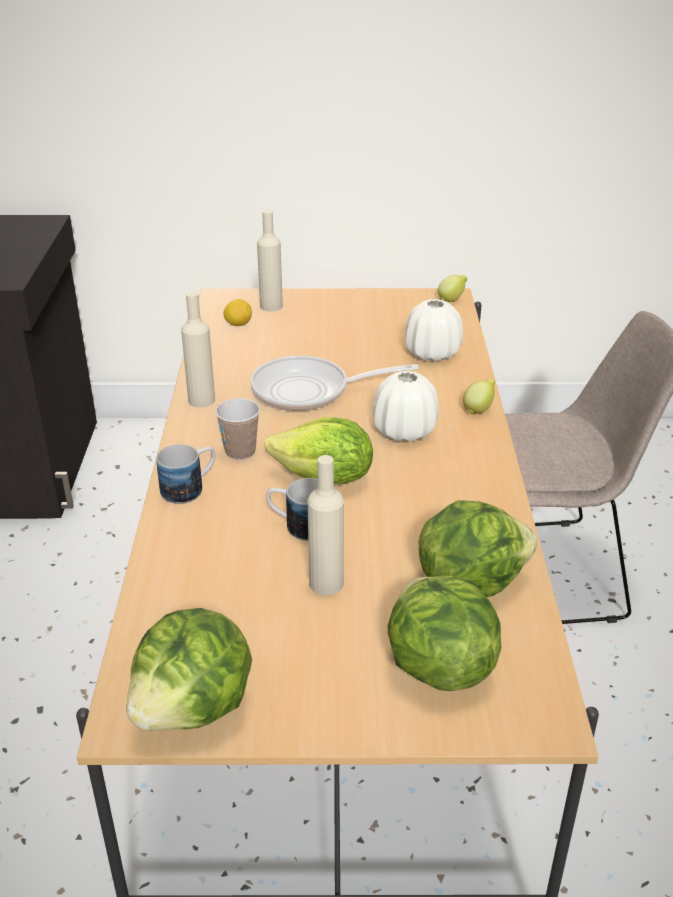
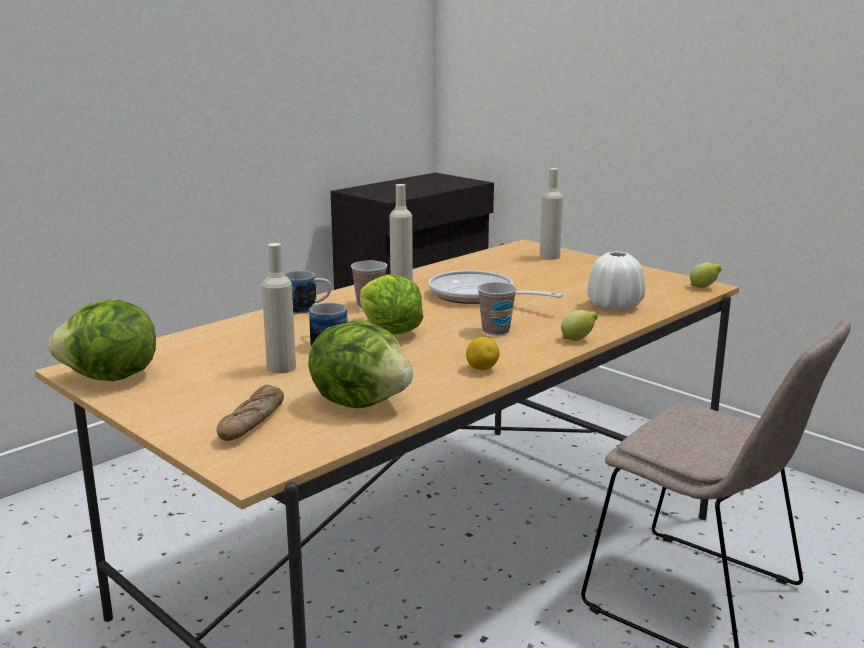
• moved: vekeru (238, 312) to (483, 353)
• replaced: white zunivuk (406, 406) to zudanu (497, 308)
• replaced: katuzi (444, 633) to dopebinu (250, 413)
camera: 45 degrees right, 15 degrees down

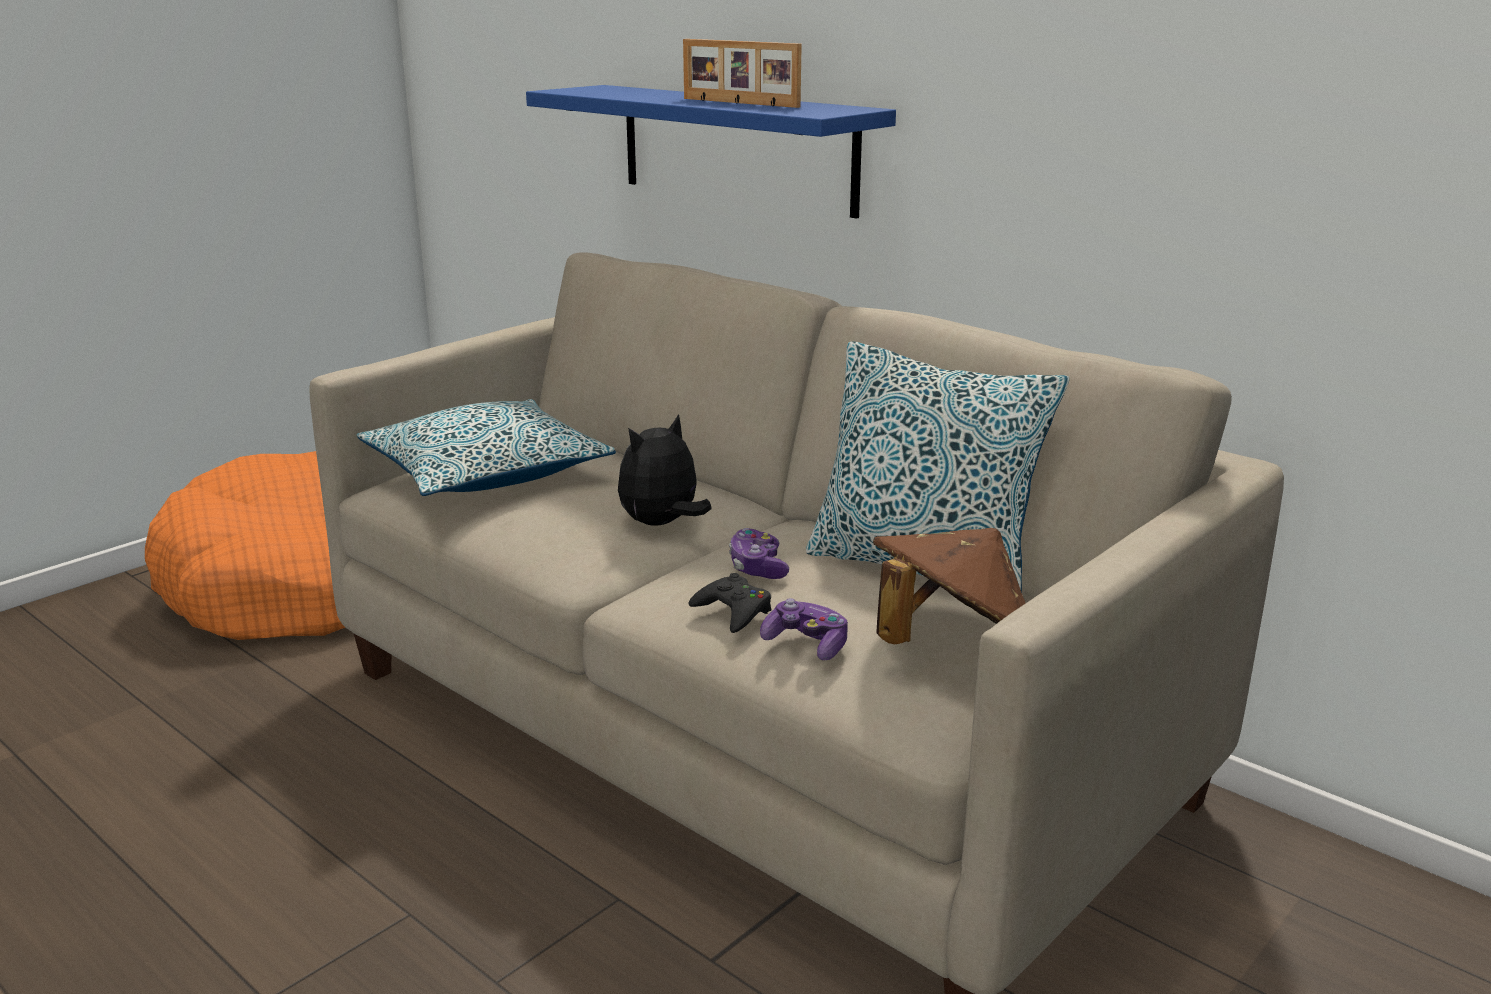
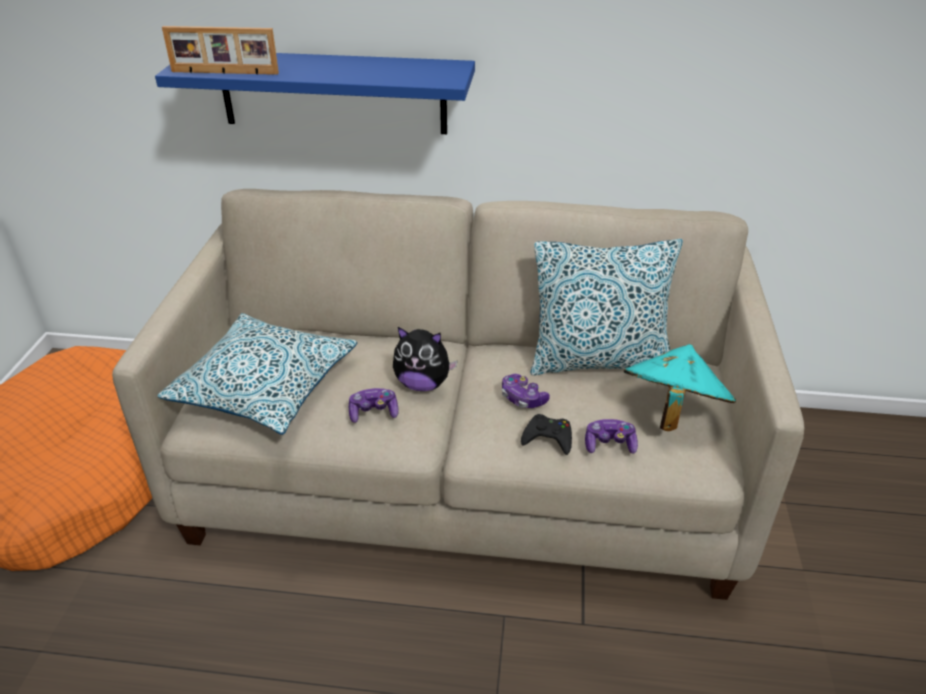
• turned: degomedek (665, 470) = (425, 359) 90 degrees counterclockwise
• moved: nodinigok (742, 73) to (220, 50)
• recoloured: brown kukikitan (949, 586) to turquoise kukikitan (680, 387)
• added: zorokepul (374, 405)
camera: 35 degrees left, 15 degrees up

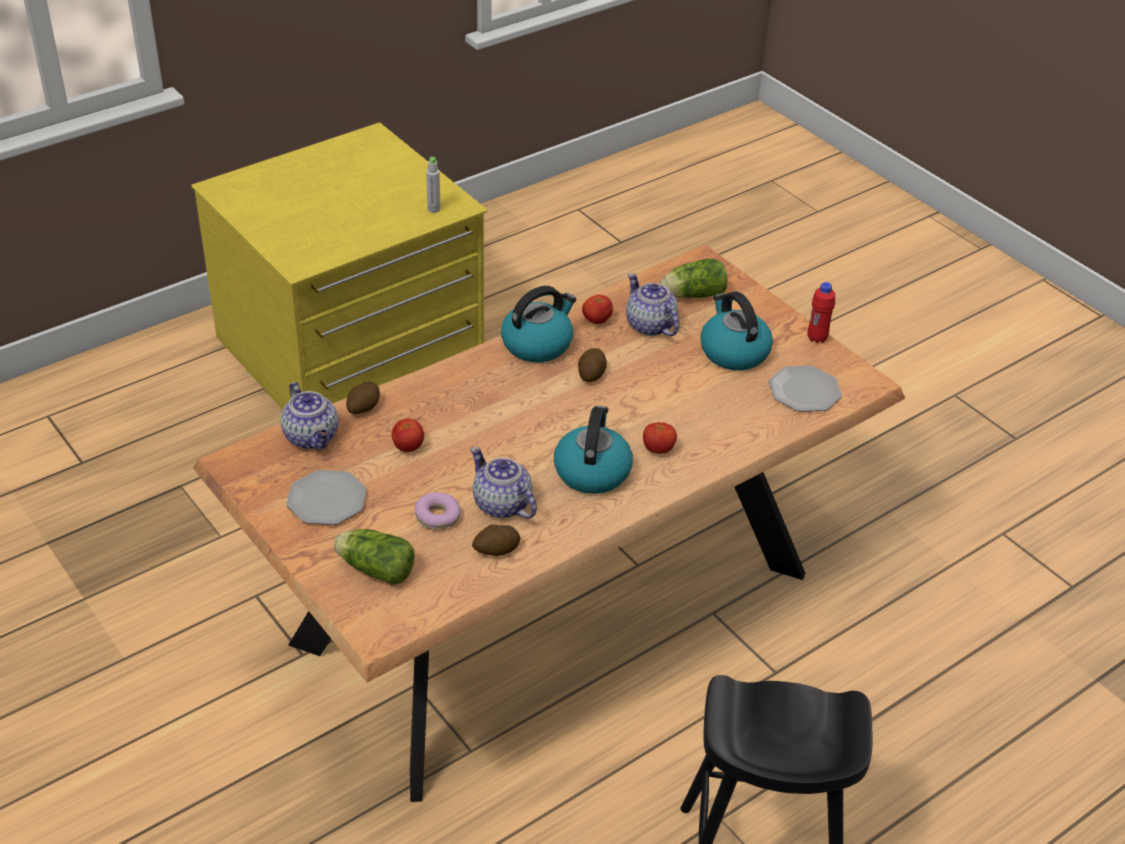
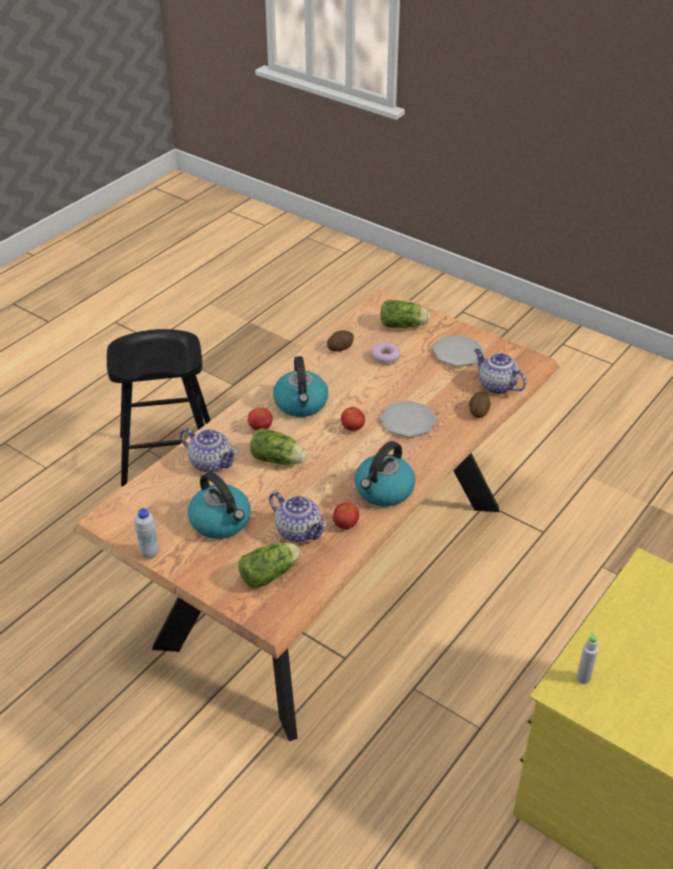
• moved: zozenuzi (408, 435) to (353, 419)
• moved: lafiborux (503, 483) to (209, 450)
• removed: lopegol (592, 365)
• moved: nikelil (805, 389) to (408, 418)
• recoloured: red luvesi (821, 312) to white luvesi (146, 533)
• added: katuzi (278, 446)
camera: 165 degrees right, 0 degrees up

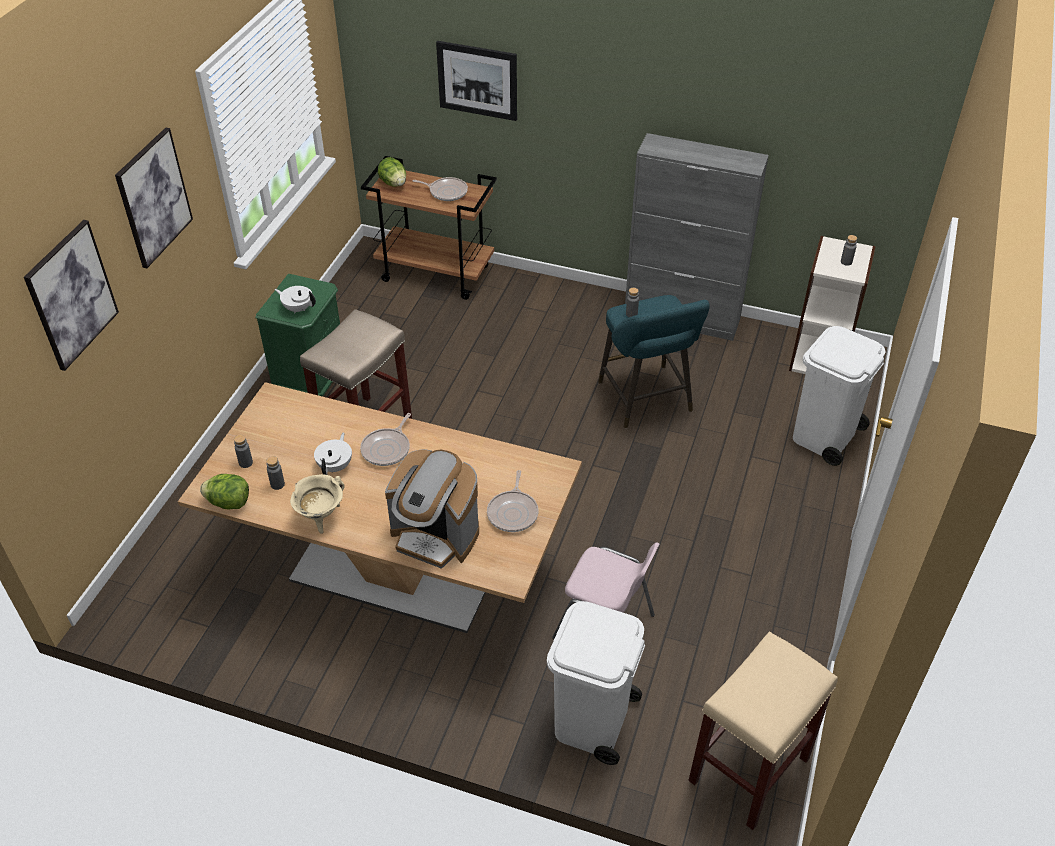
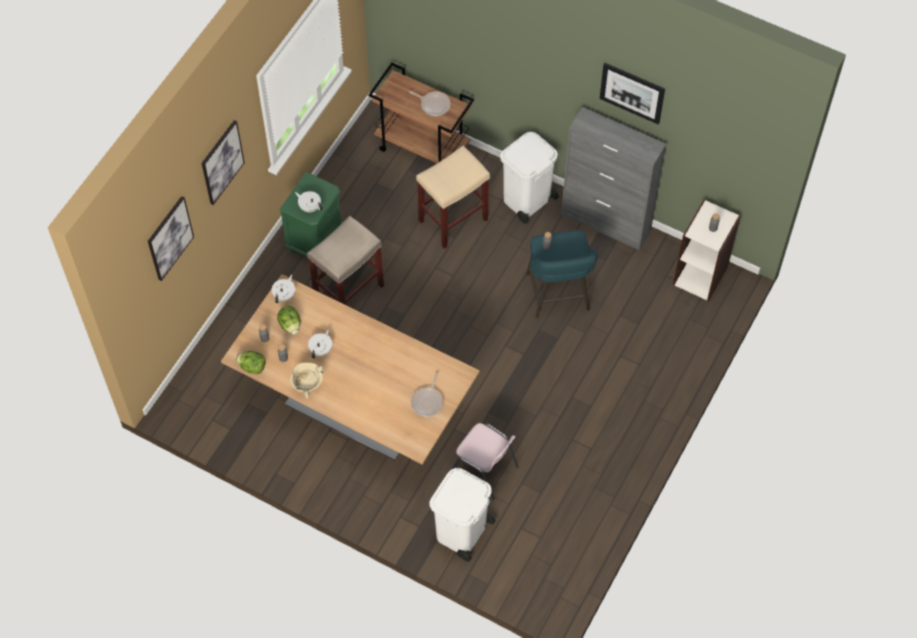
• removed: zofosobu (385, 439)
• moved: katuzi (392, 172) to (289, 320)
• removed: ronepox (432, 509)
• moved: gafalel (476, 81) to (632, 94)
• moved: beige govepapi (763, 730) to (453, 197)
• moved: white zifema (839, 396) to (529, 178)
• added: white lafiborux (284, 288)
camera: 10 degrees right, 15 degrees up

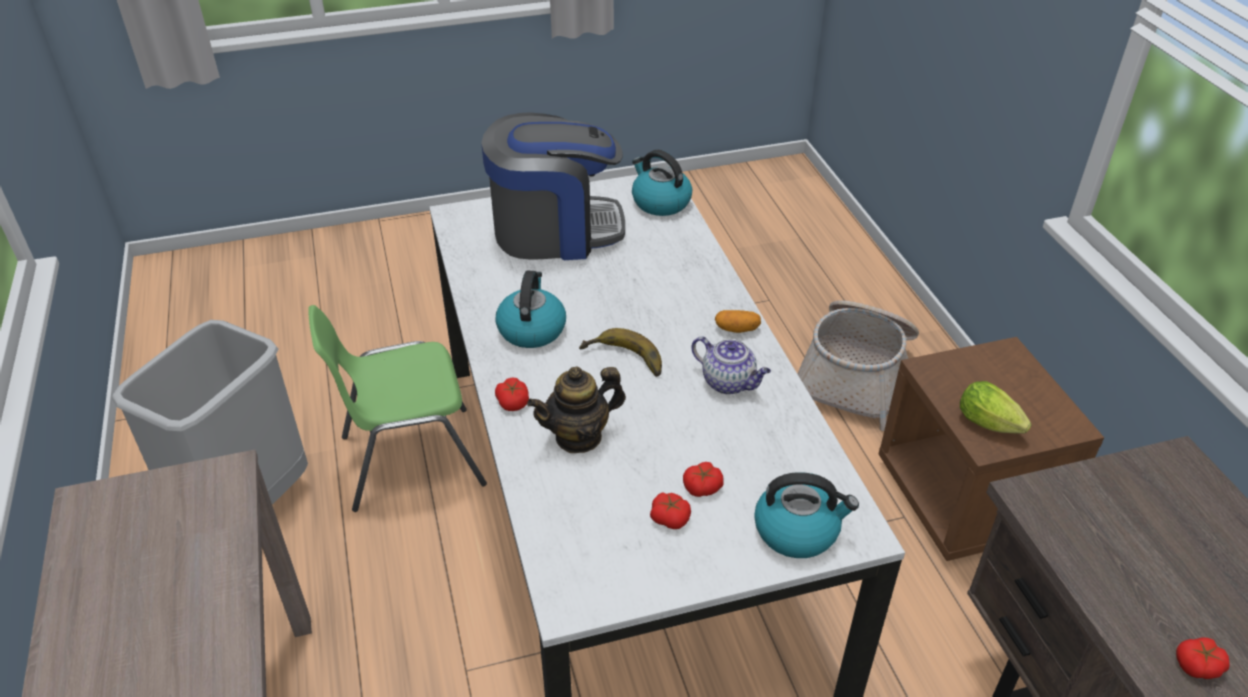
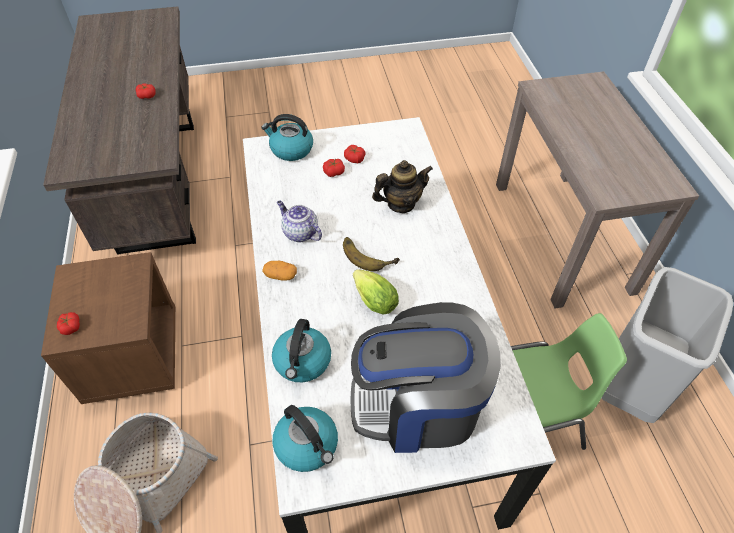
• moved: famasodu (530, 309) to (301, 350)
• moved: zozenuzi (512, 394) to (68, 323)
• moved: katuzi (996, 407) to (376, 291)
camera: 175 degrees left, 10 degrees up

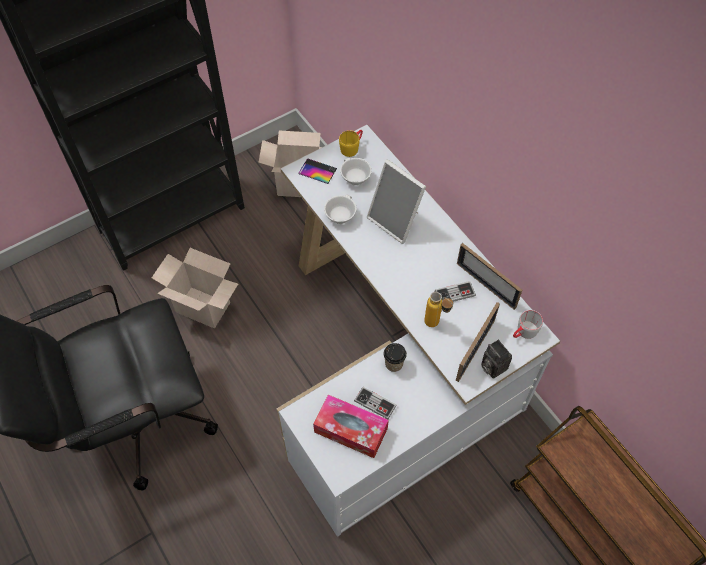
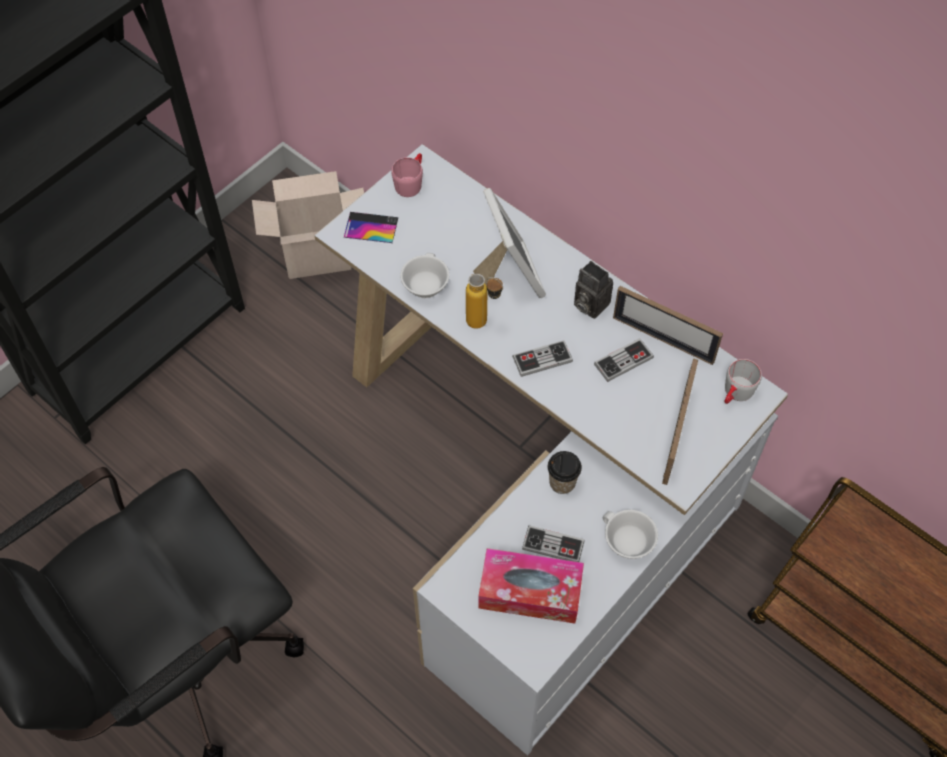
• removed: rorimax (195, 288)
• recoloured: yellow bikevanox (351, 143) to pink bikevanox (407, 175)
• moved: white zudanu (356, 172) to (630, 534)
• turned: nodinigok (396, 202) = (509, 243) 135 degrees counterclockwise
• moved: luvesi (438, 309) to (484, 301)
• moved: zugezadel (496, 359) to (593, 290)
• added: zorokepul (542, 358)
camera: 15 degrees left, 0 degrees up

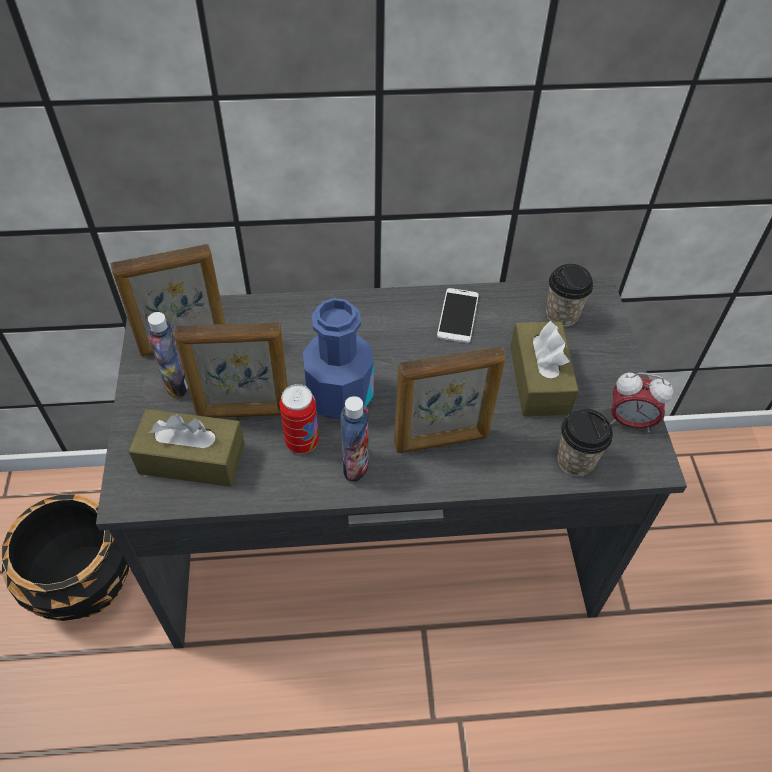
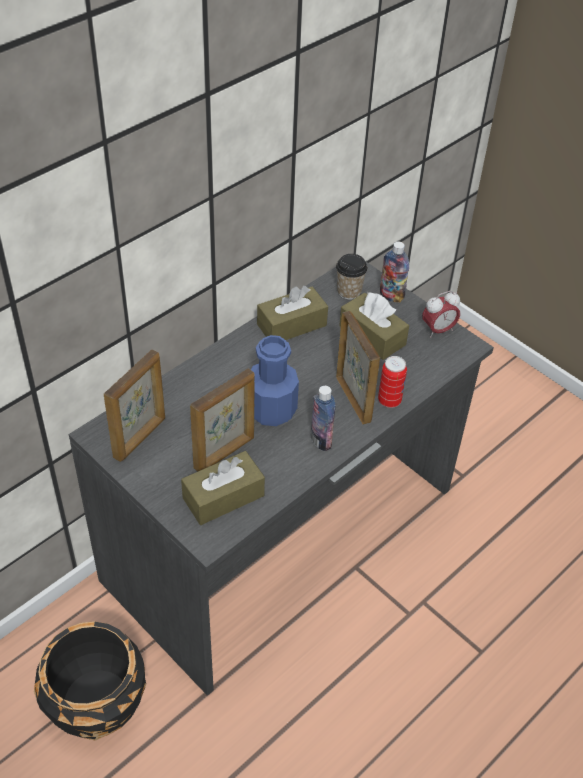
• moved: luvesi (167, 355) to (394, 272)
• moved: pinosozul (299, 419) to (392, 382)
• turned: nodinigok (450, 400) = (358, 368) 60 degrees counterclockwise
• replaced: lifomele (458, 315) to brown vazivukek (292, 313)
• removed: zudanu (585, 442)
camera: 40 degrees left, 5 degrees down

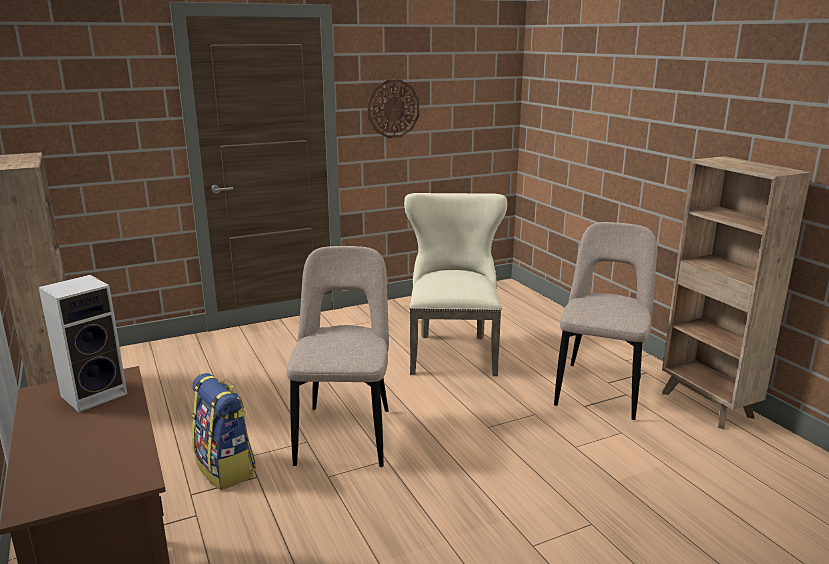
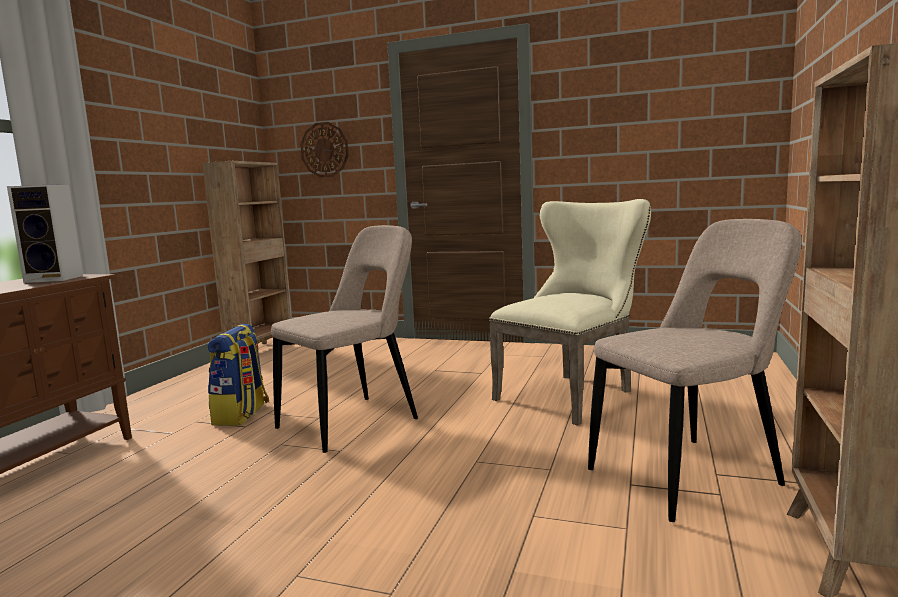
• moved: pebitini (394, 109) to (324, 150)
camera: 45 degrees right, 10 degrees down

